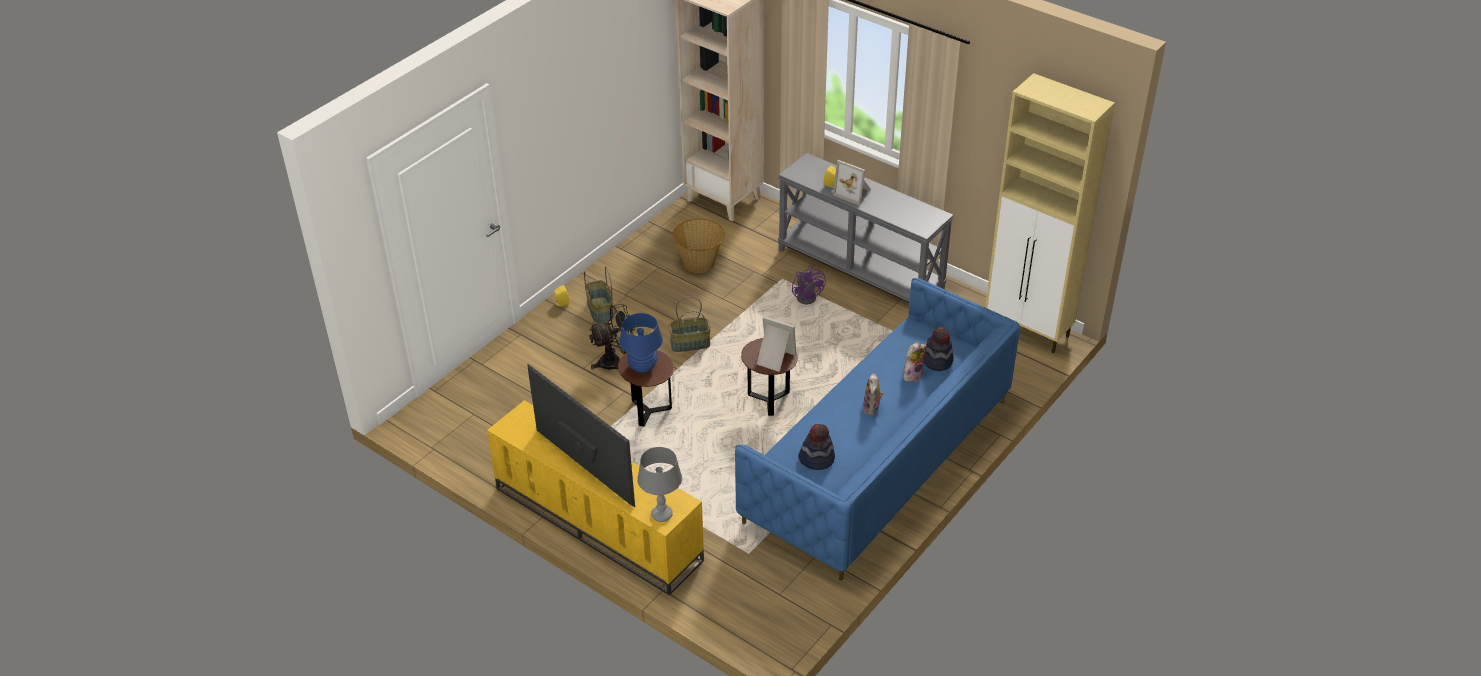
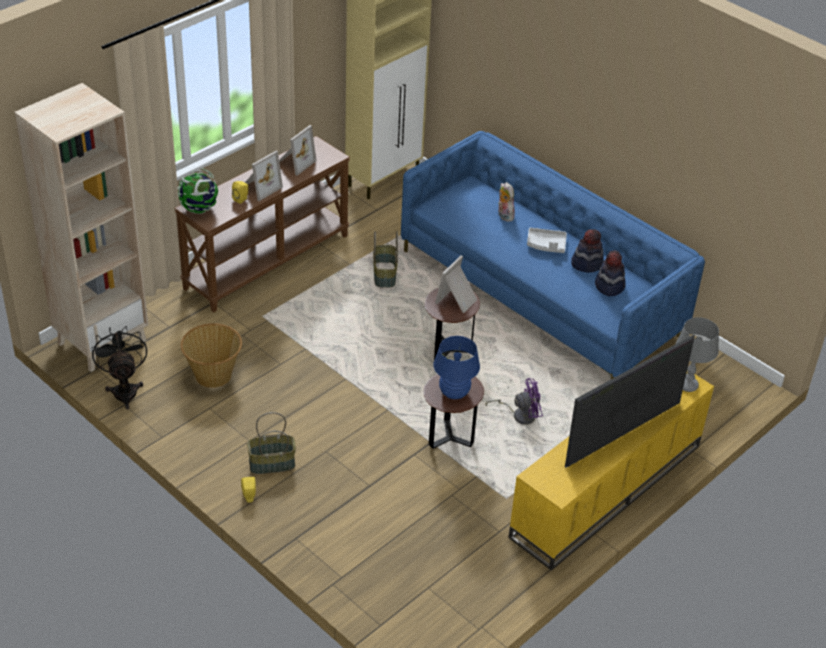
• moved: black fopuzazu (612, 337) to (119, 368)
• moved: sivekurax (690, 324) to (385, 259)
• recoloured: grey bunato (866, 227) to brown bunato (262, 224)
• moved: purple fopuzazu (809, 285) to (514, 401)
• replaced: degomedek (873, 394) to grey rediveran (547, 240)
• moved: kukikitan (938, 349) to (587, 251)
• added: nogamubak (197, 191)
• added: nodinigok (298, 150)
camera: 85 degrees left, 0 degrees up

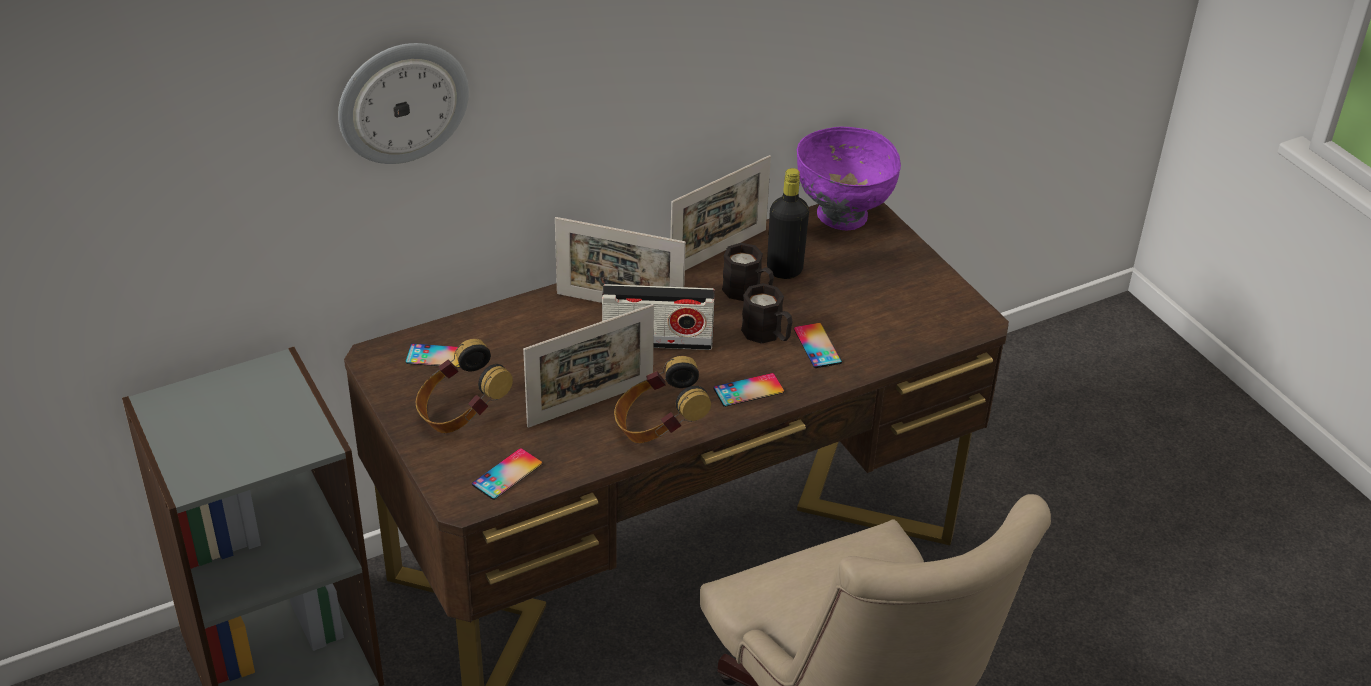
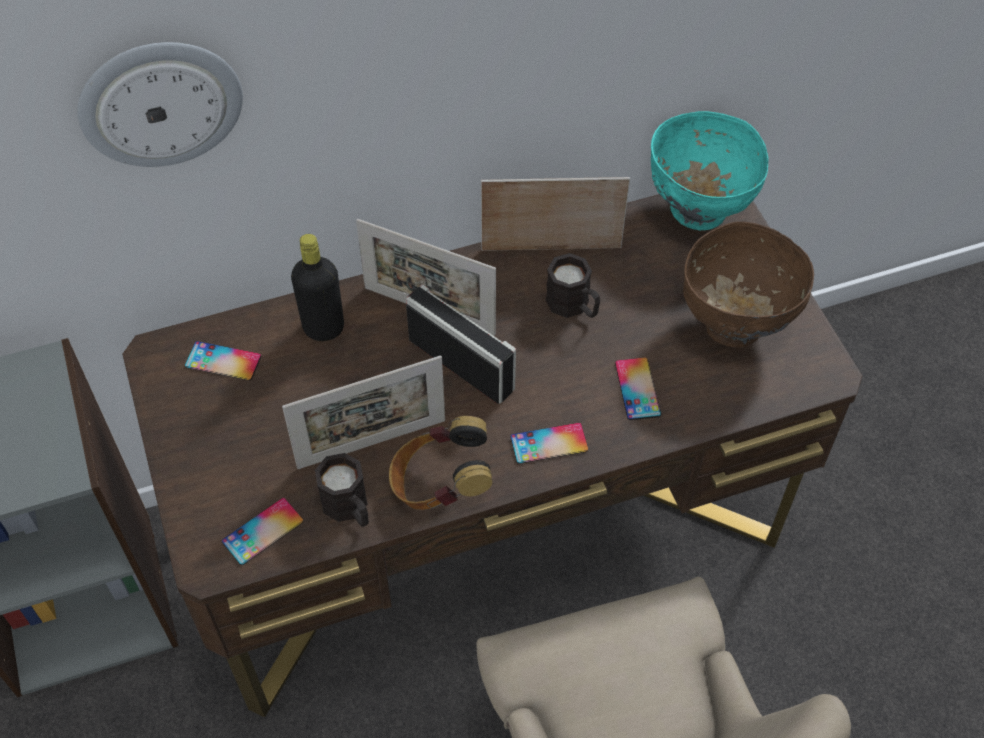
• removed: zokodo (464, 385)
• turned: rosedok (658, 317) = (461, 344) 150 degrees counterclockwise
• turned: nodinigok (720, 212) = (555, 214) 150 degrees counterclockwise
• moved: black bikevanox (767, 313) to (342, 490)
• moved: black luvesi (788, 223) to (317, 287)
• recoloured: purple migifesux (849, 178) to turquoise migifesux (710, 170)
• added: brown migifesux (748, 284)
camera: 10 degrees right, 15 degrees up

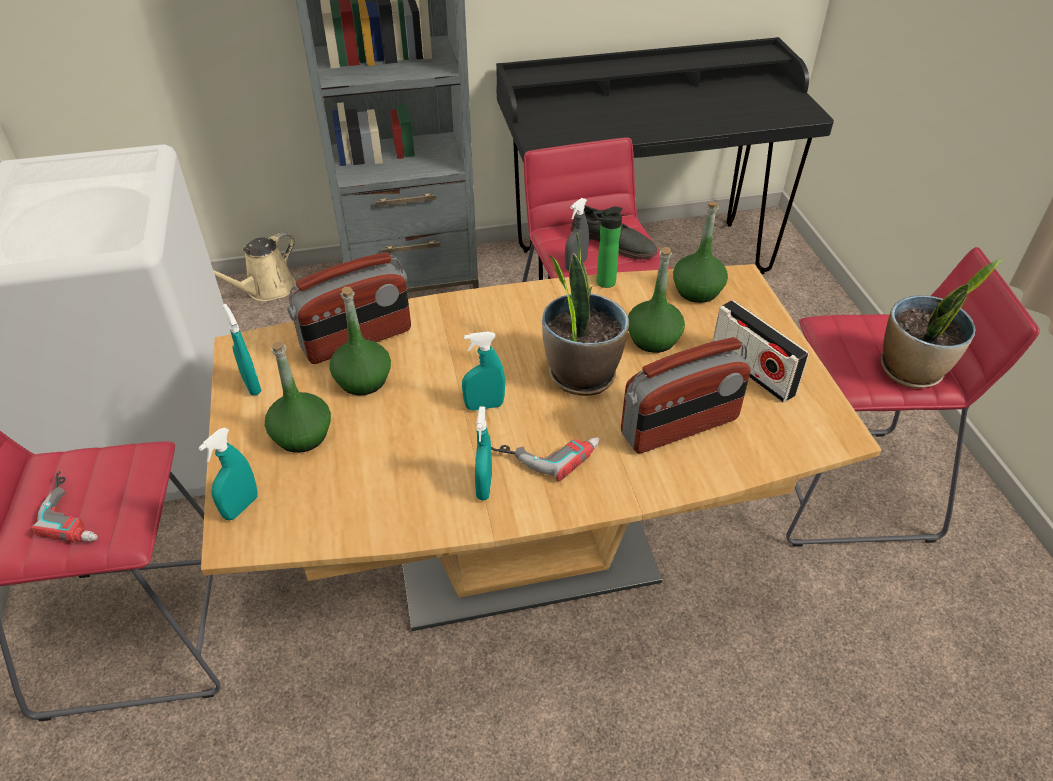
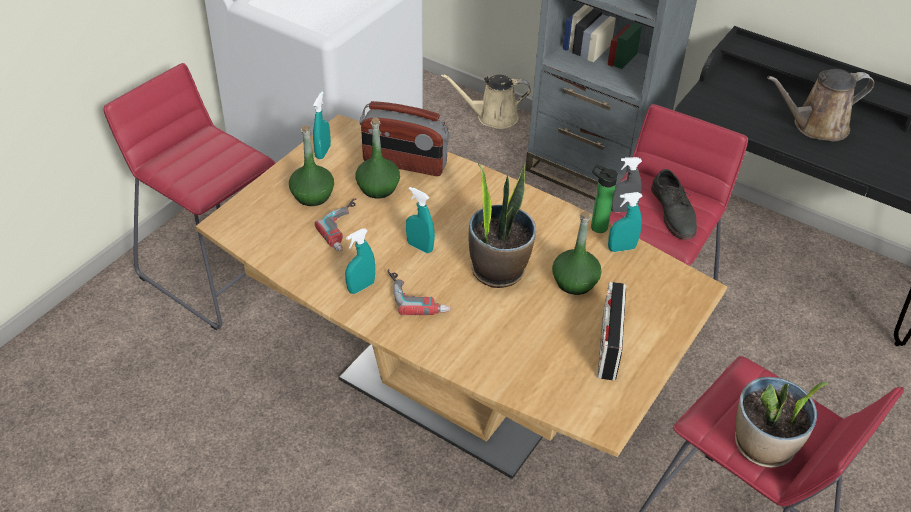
• moved: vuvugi (64, 507) to (336, 225)
• moved: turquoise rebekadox (227, 474) to (625, 222)
• removed: rosedok (686, 395)
• removed: green luvesi (700, 252)
• added: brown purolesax (820, 105)
camera: 45 degrees right, 0 degrees up

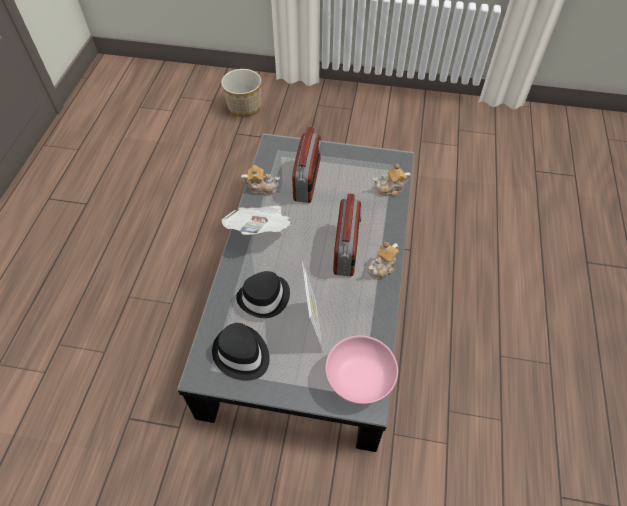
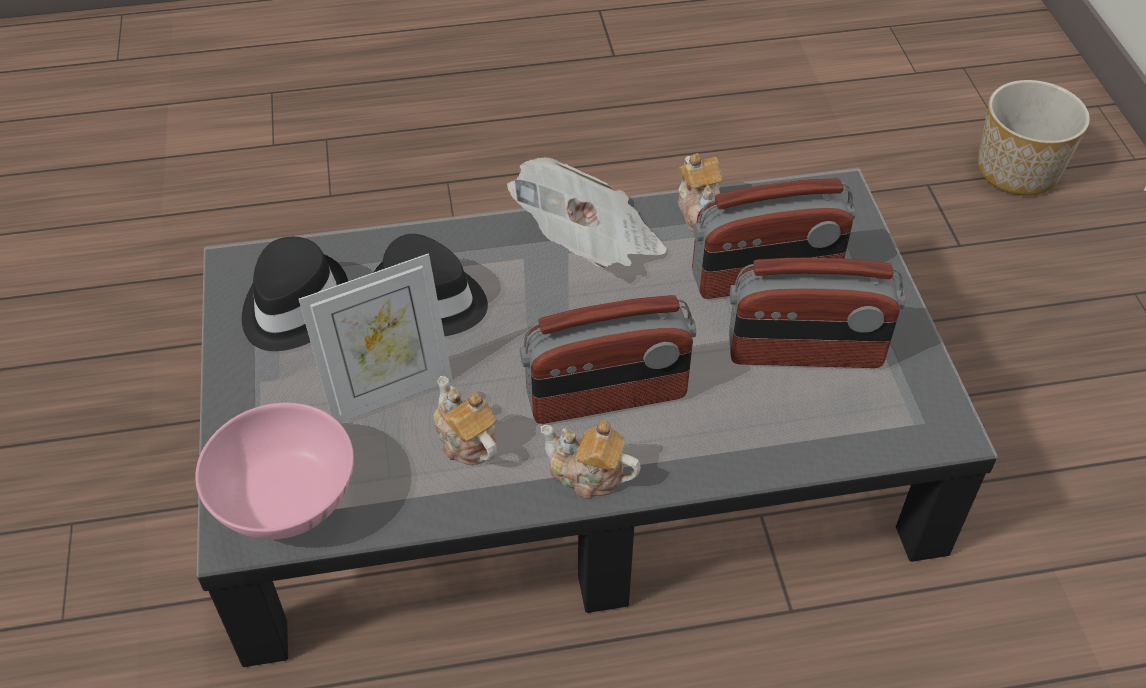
• moved: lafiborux (392, 180) to (465, 420)
• added: rosedok (817, 313)
camera: 70 degrees right, 5 degrees down

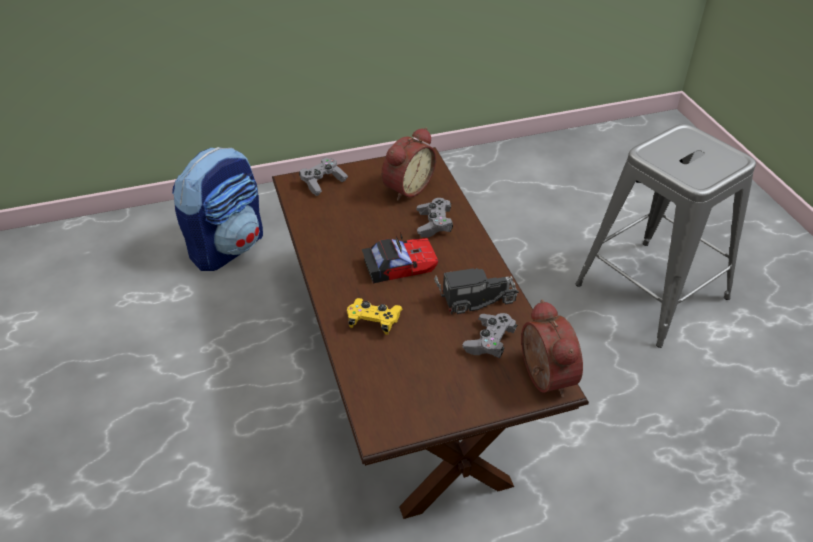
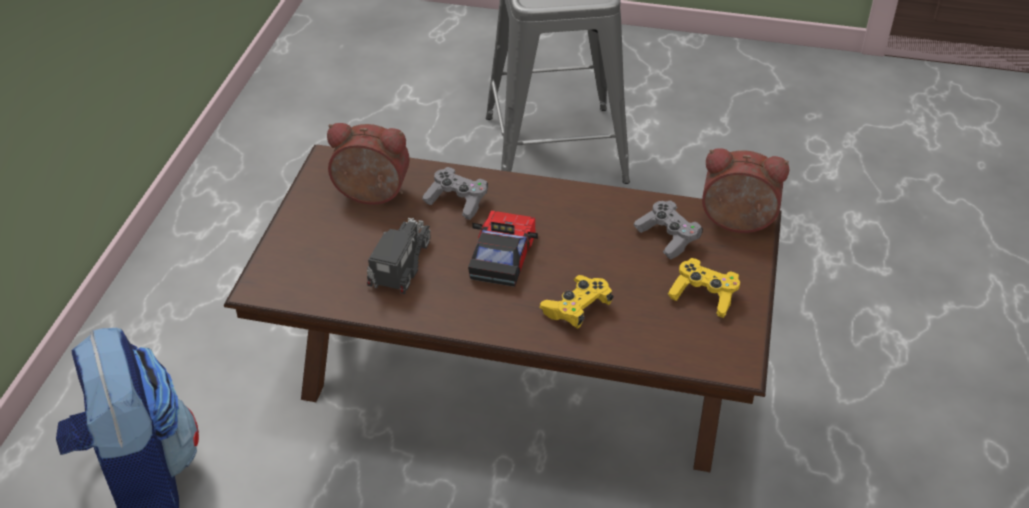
• removed: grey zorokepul (323, 176)
• turned: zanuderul (408, 164) = (368, 164) 60 degrees counterclockwise
• moved: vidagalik (476, 291) to (399, 256)
• added: yellow zorokepul (704, 288)
camera: 60 degrees left, 0 degrees up

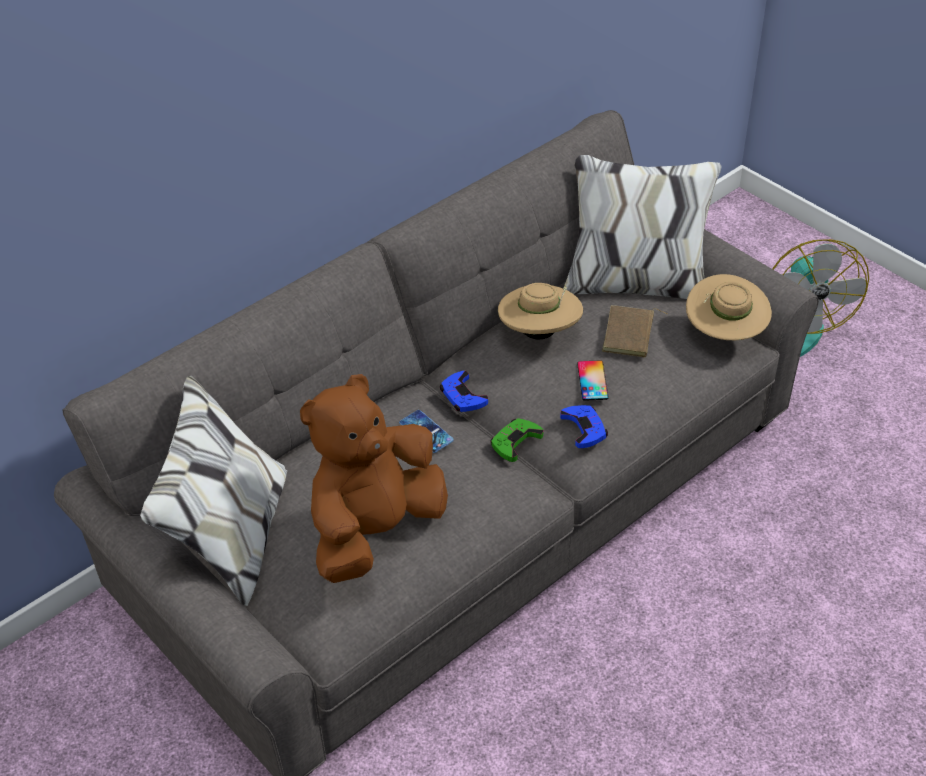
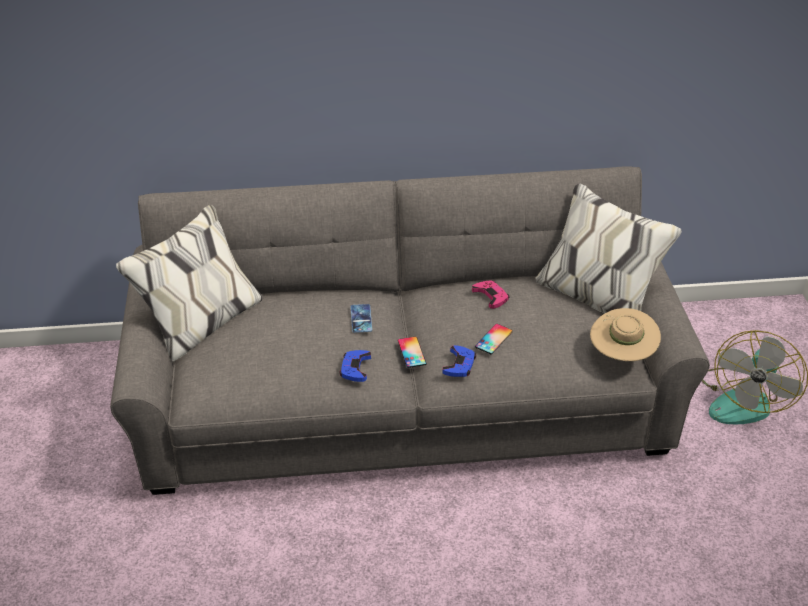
• removed: brown degomedek (374, 478)
• moved: blue zorokepul (464, 391) to (355, 366)
• replaced: green zorokepul (516, 440) to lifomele (412, 352)
• replaced: beige kukikitan (540, 311) to pink zorokepul (490, 294)
• removed: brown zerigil (635, 331)
camera: 35 degrees right, 5 degrees down

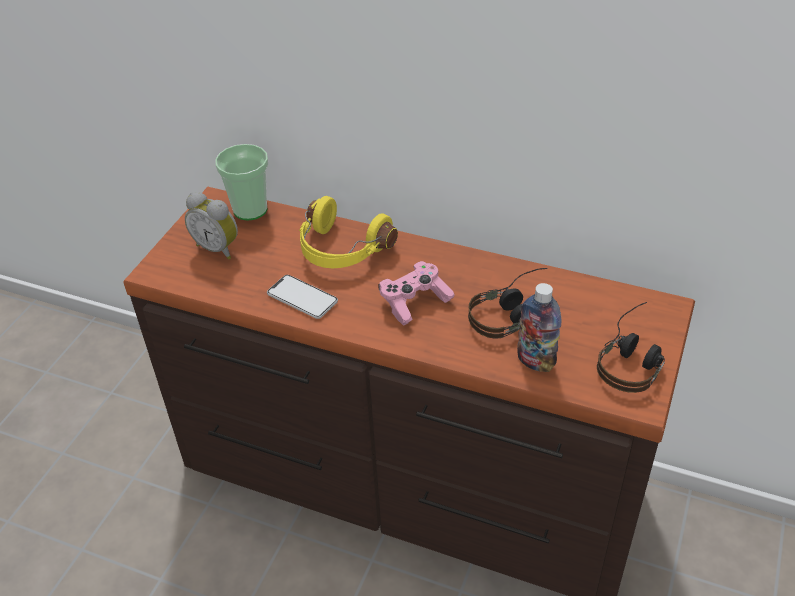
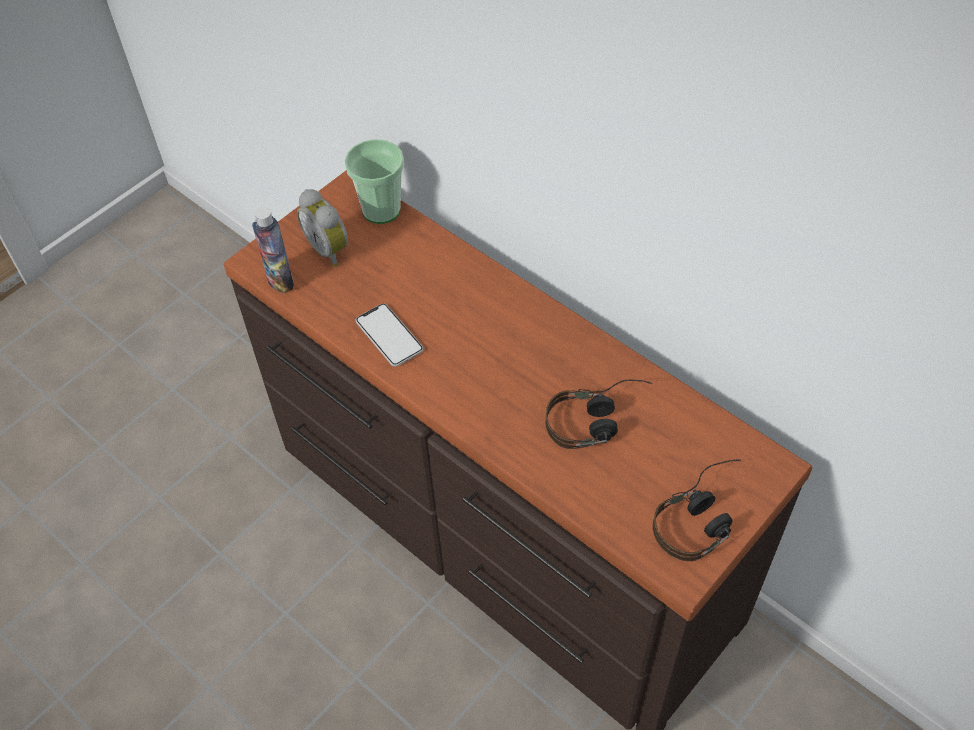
• removed: yellow zokodo (348, 232)
• removed: pink zorokepul (417, 293)
• moved: luvesi (539, 327) to (273, 250)
camera: 20 degrees right, 10 degrees up

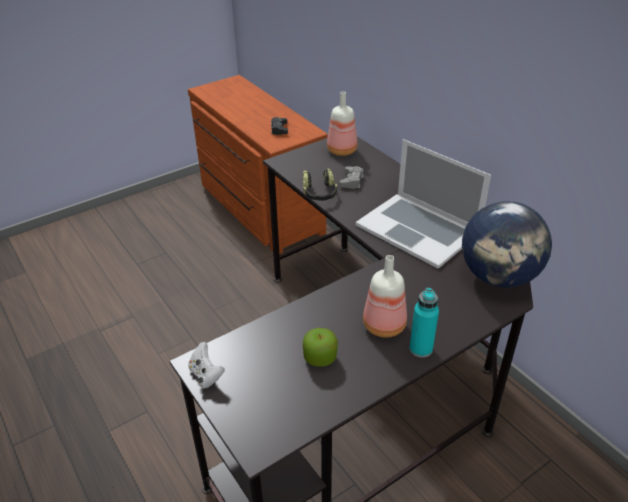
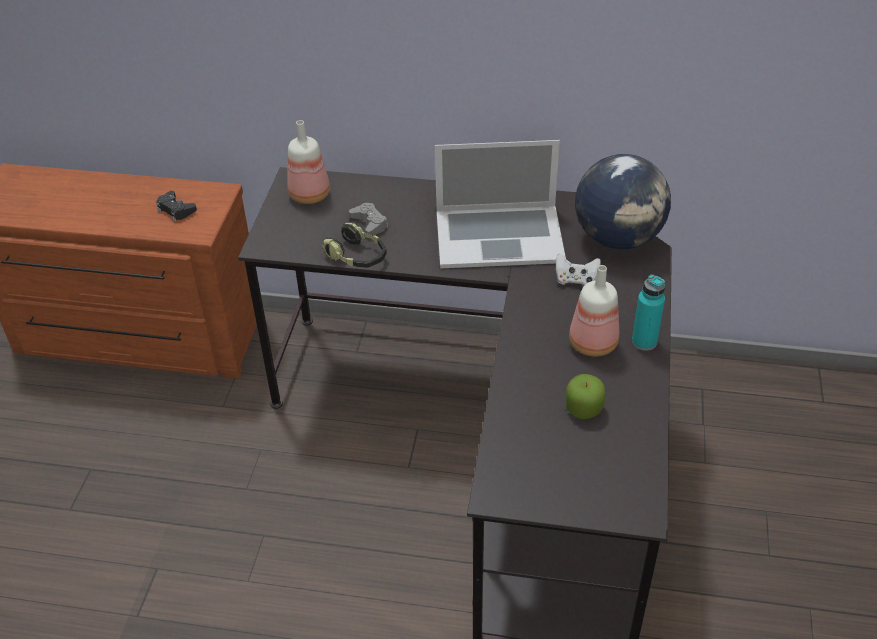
• moved: white zorokepul (206, 365) to (578, 269)
camera: 45 degrees left, 5 degrees up

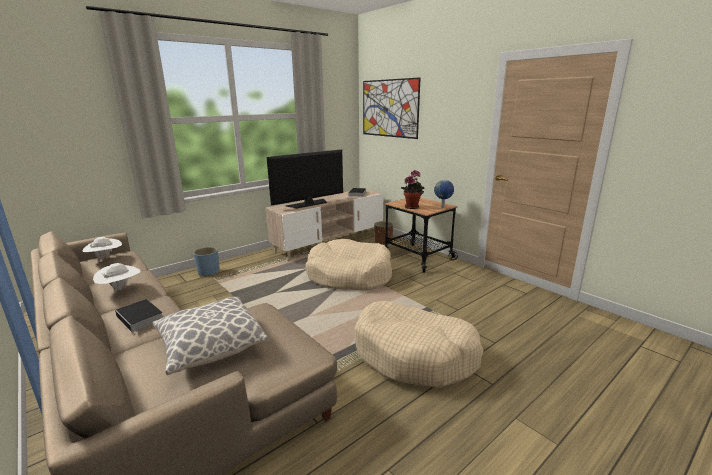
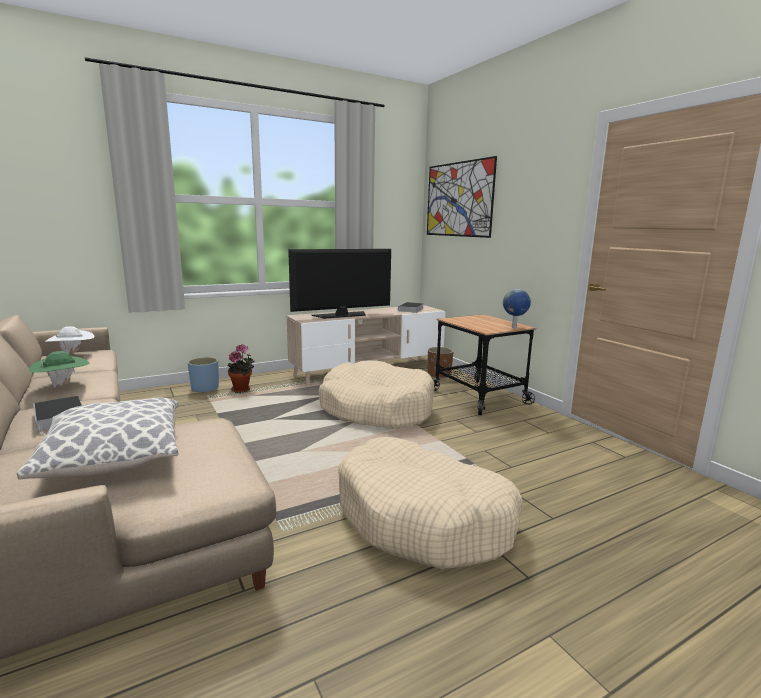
• recoloured: white kukikitan (117, 278) to green kukikitan (59, 369)
• moved: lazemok (412, 189) to (241, 368)
camera: 10 degrees right, 5 degrees down

